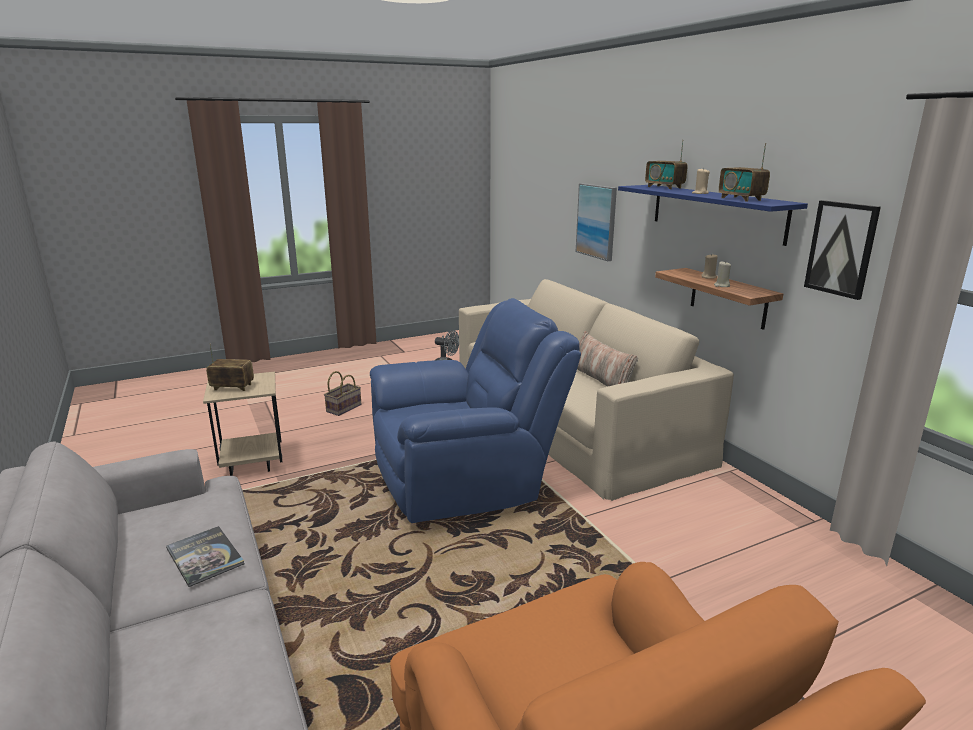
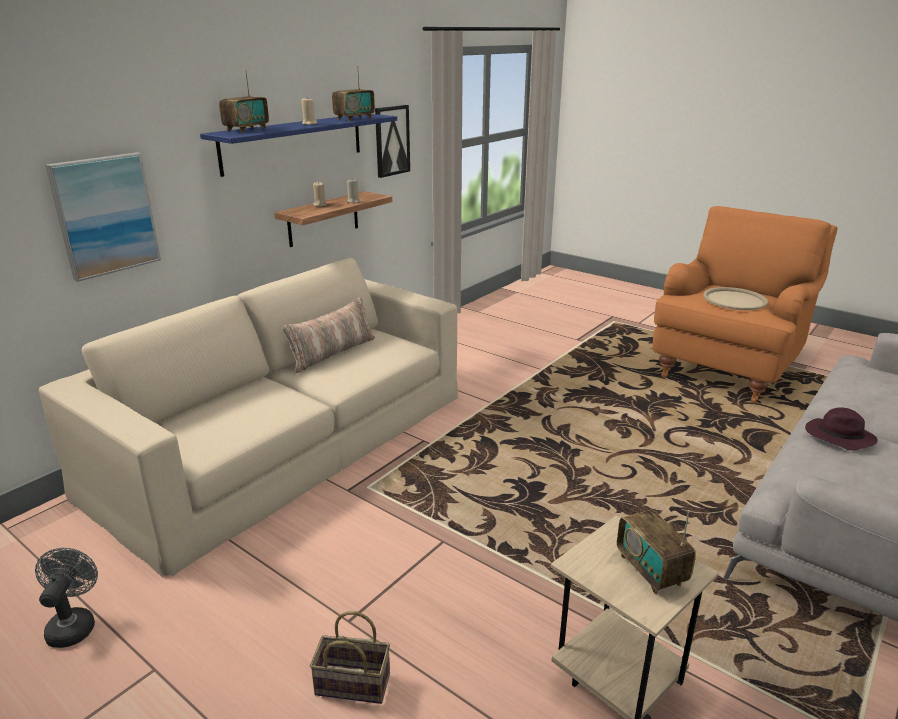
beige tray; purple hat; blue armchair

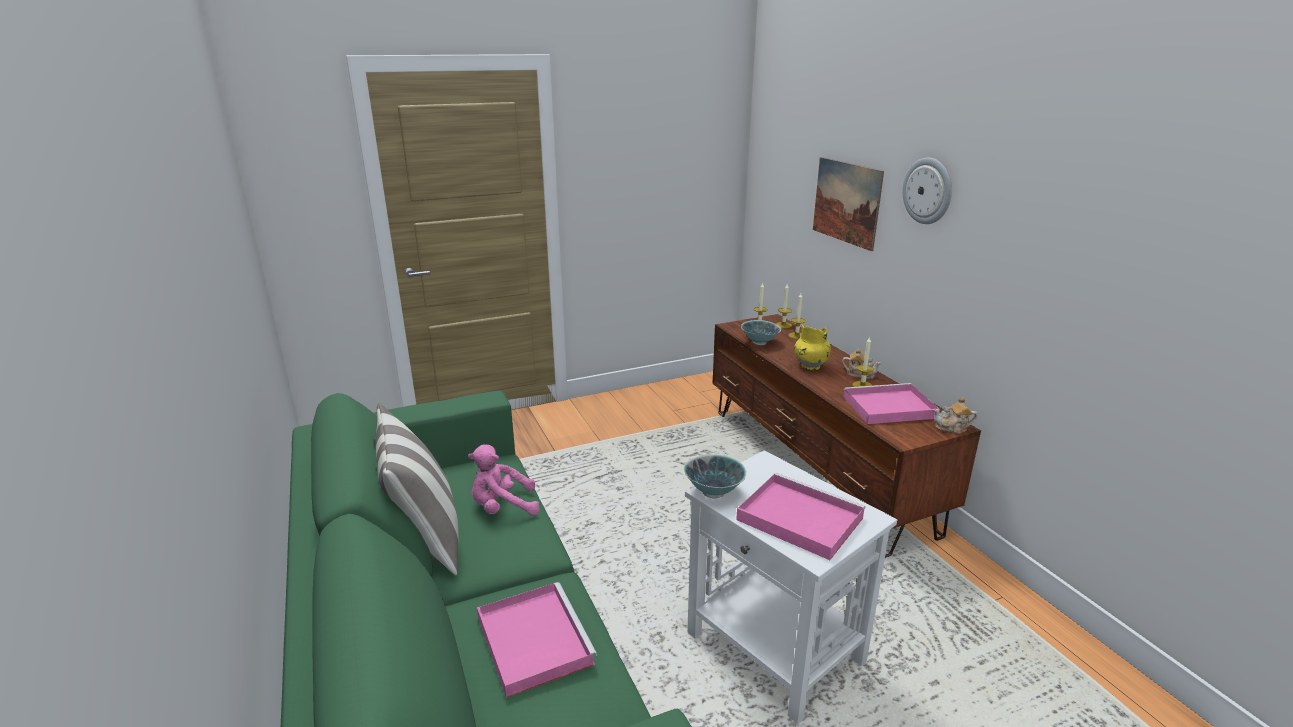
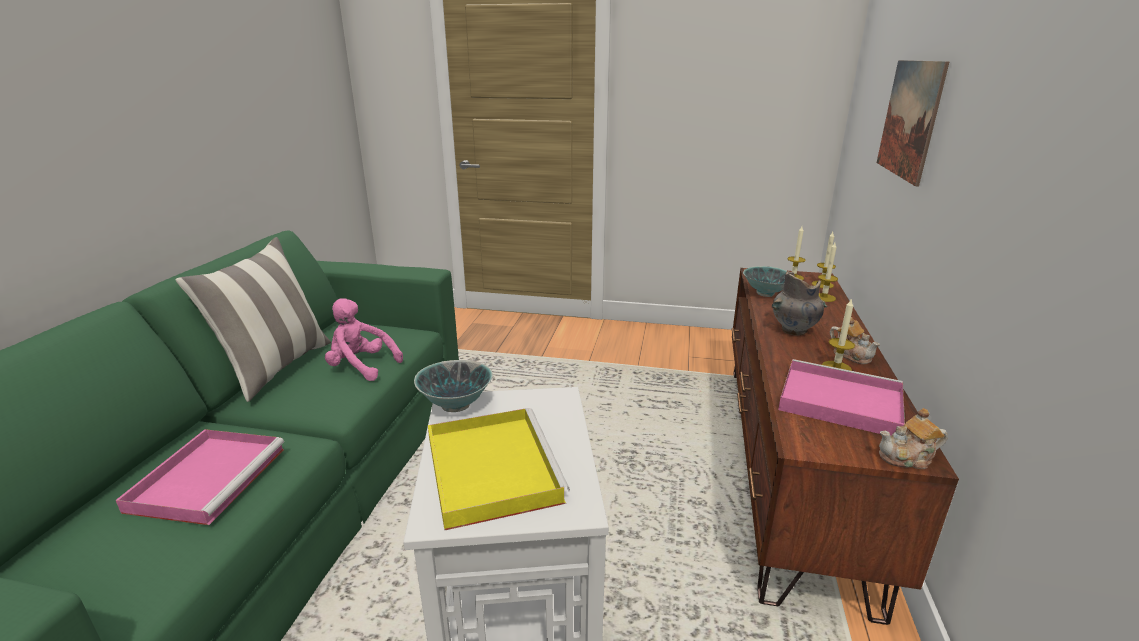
yellow tray; grey vase; teapot (no. 2 from left); wall clock

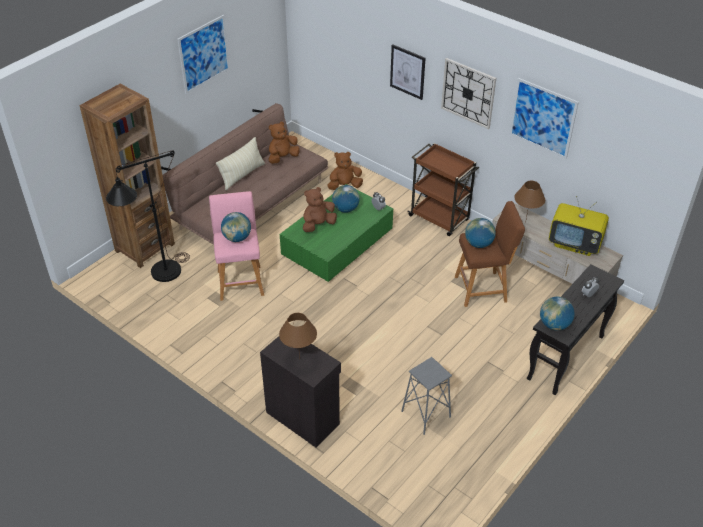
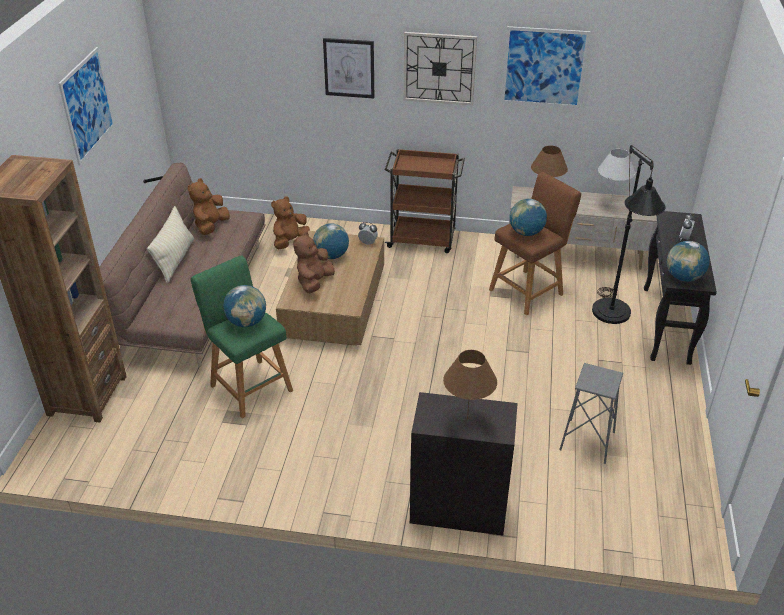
green stool; brown coffee table; black floor lamp; white table lamp

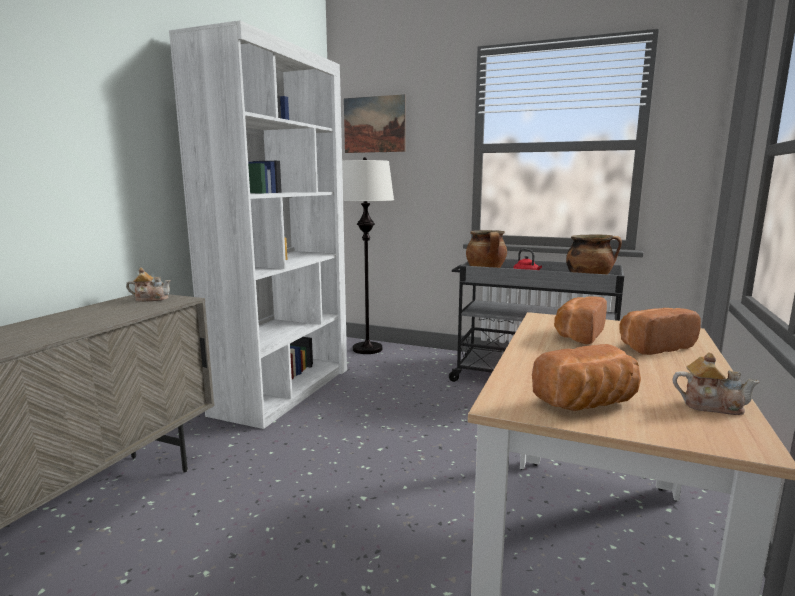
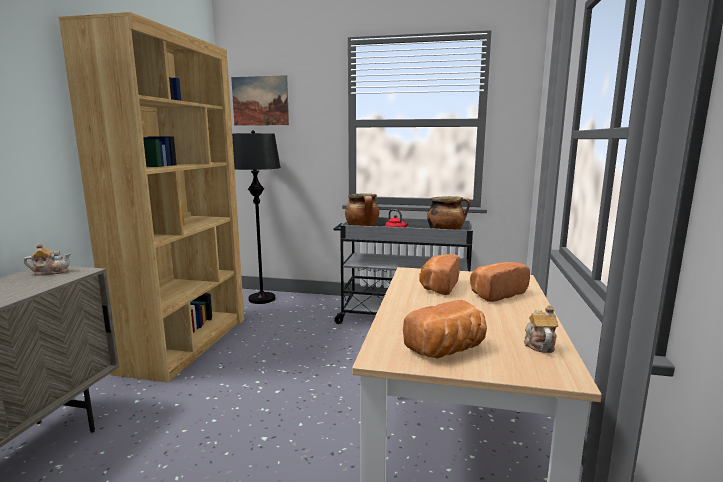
brown bookcase; black floor lamp; teapot (no. 2 from left)

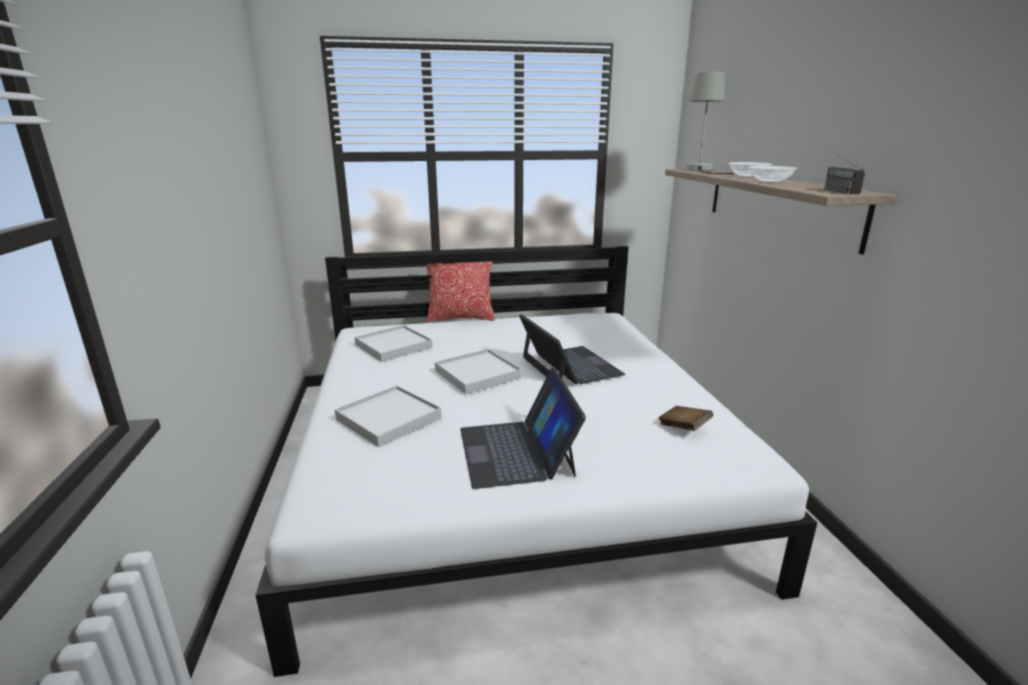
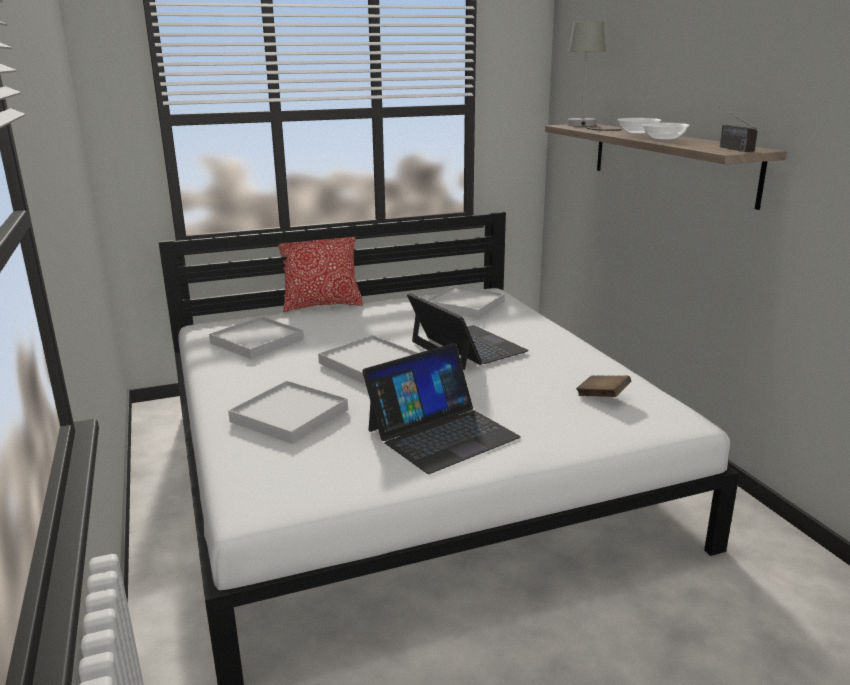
laptop (no. 1 from left); white tray (no. 4 from left)

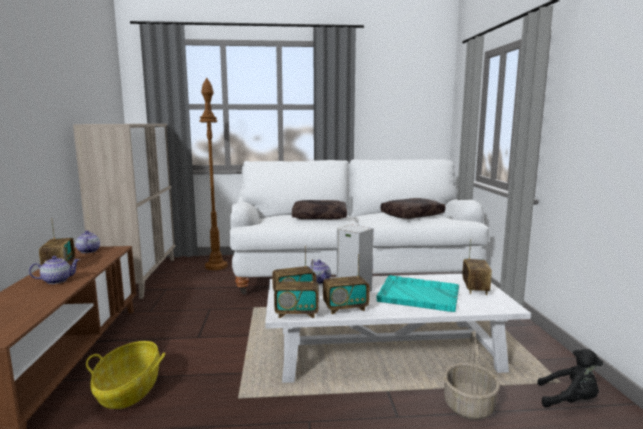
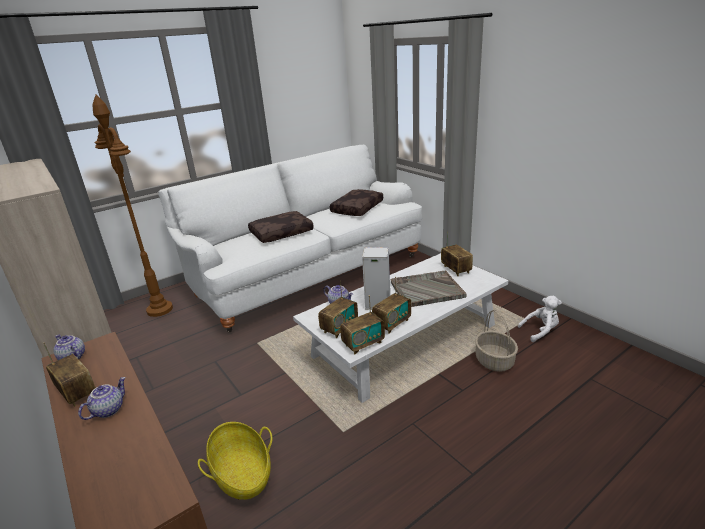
grey tray; white plush toy

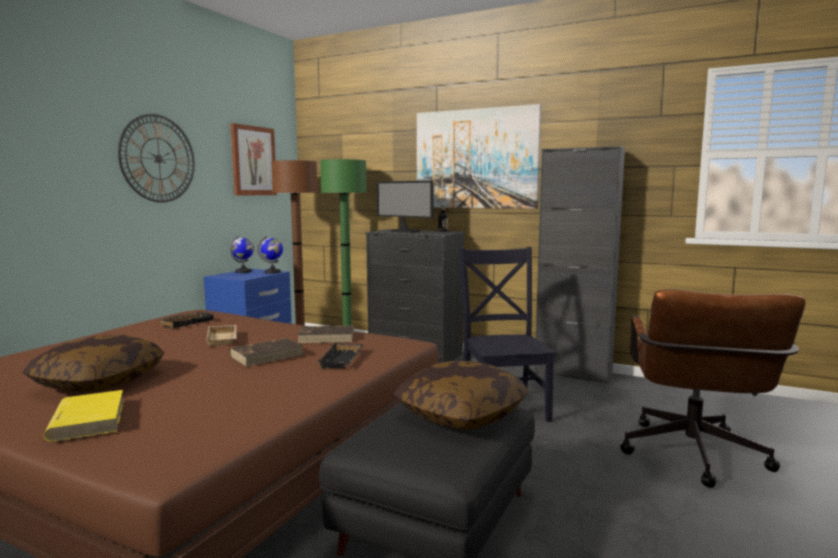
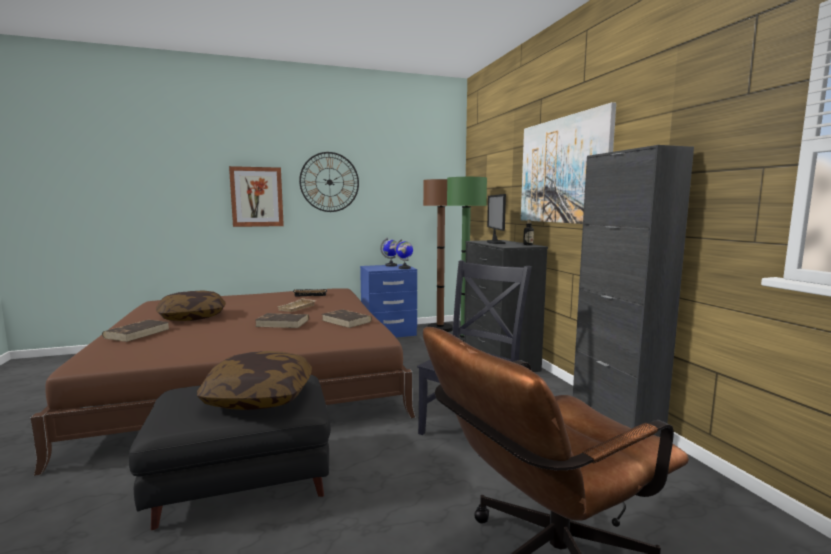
brown book (no. 1 from left); picture (no. 1 from left); black tray (no. 2 from left in the first image)

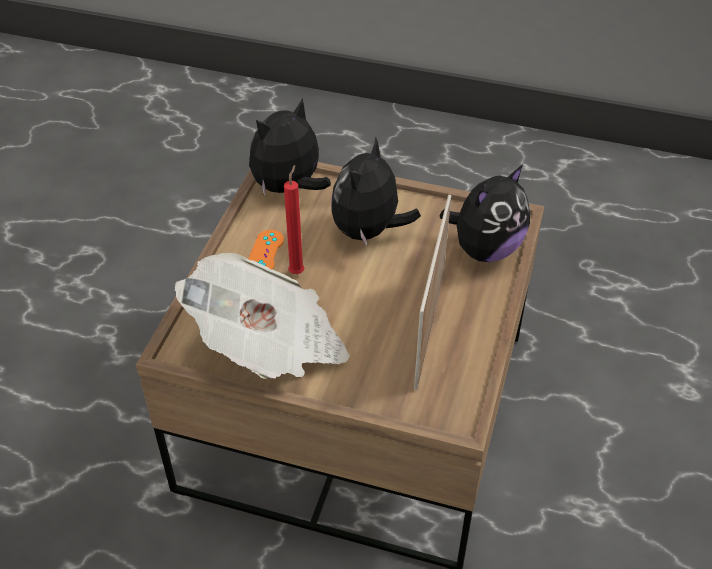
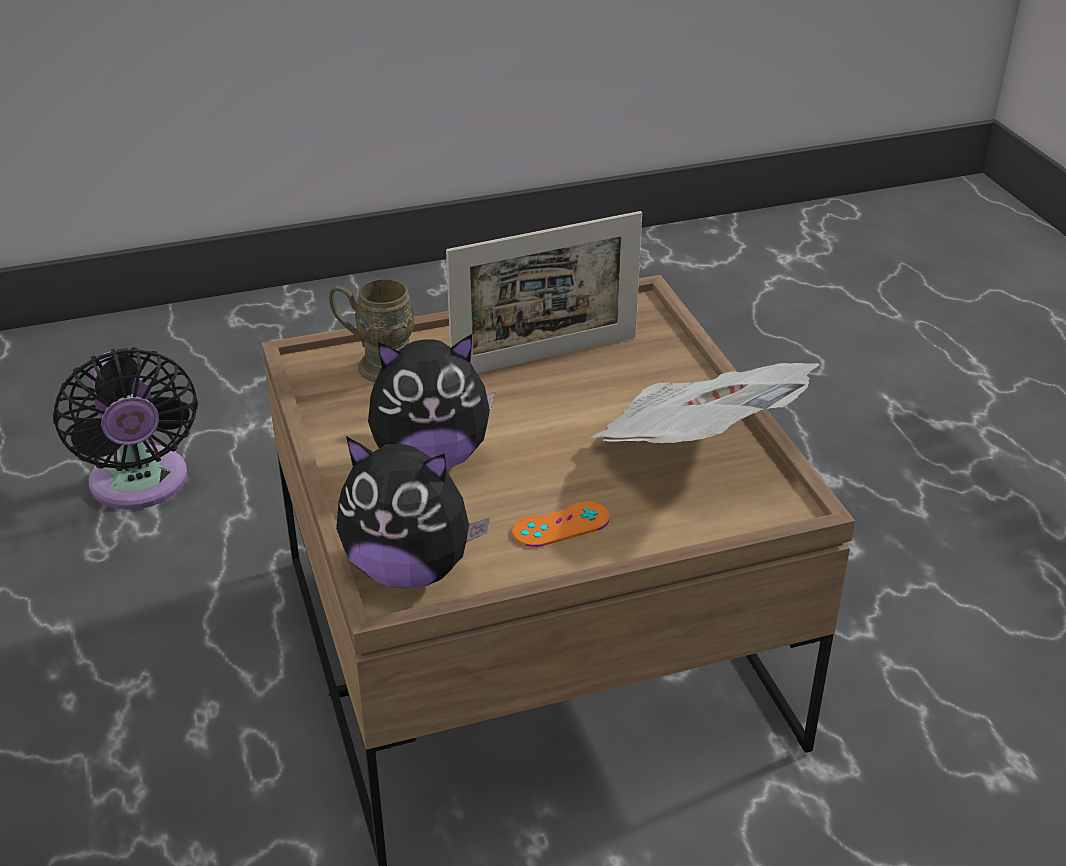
black fan; brown mug; red candle

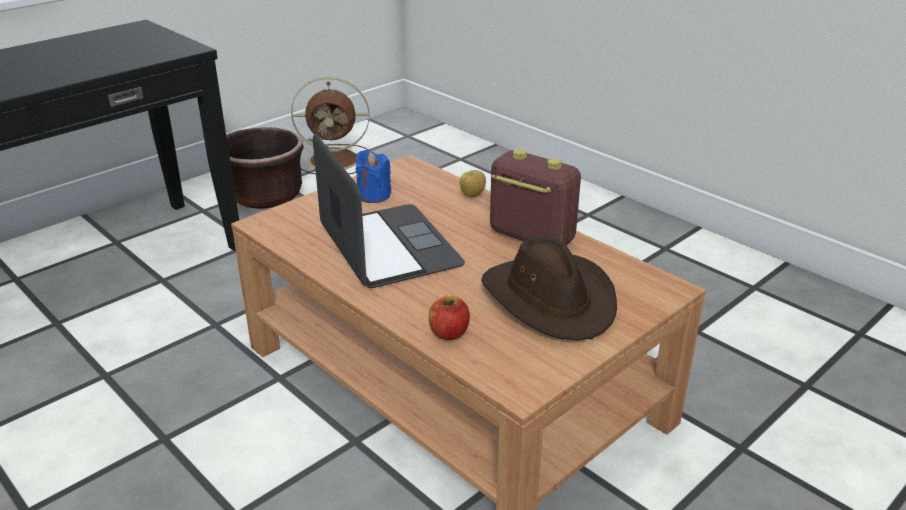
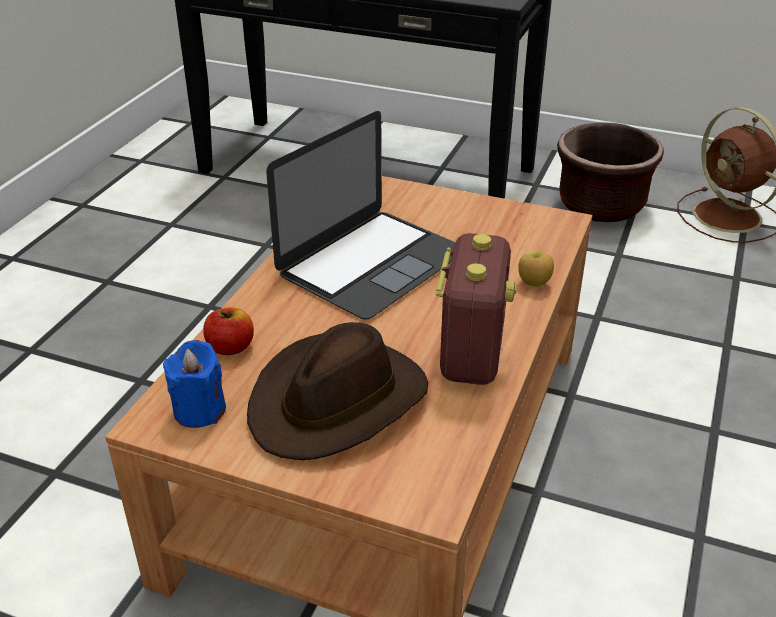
blue candle

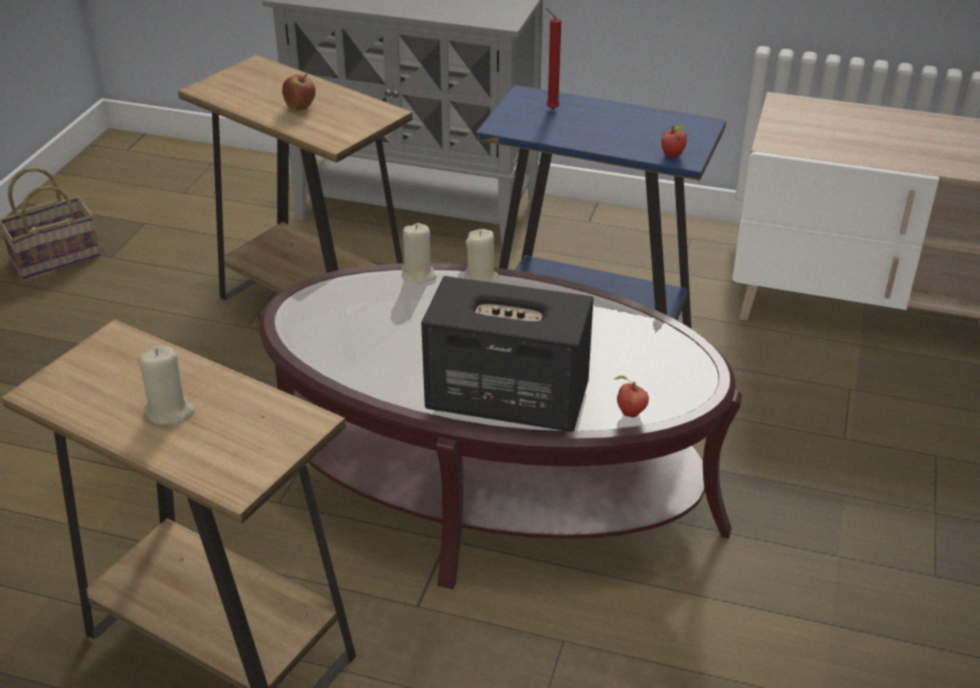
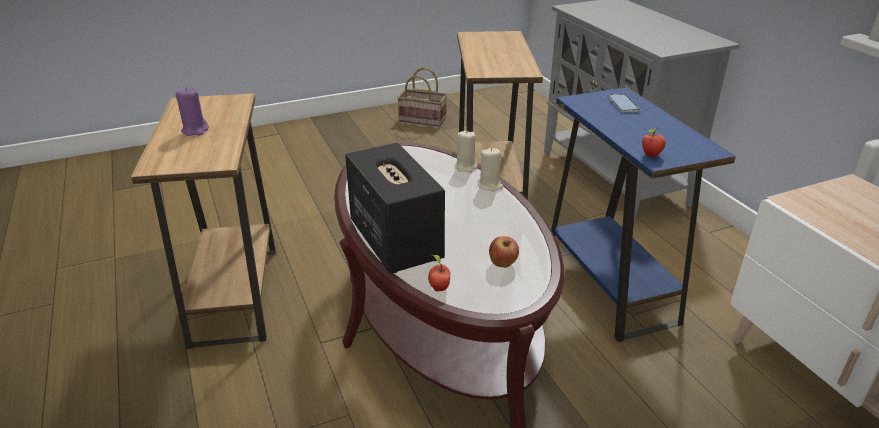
purple candle; apple (no. 2 from left); phone

